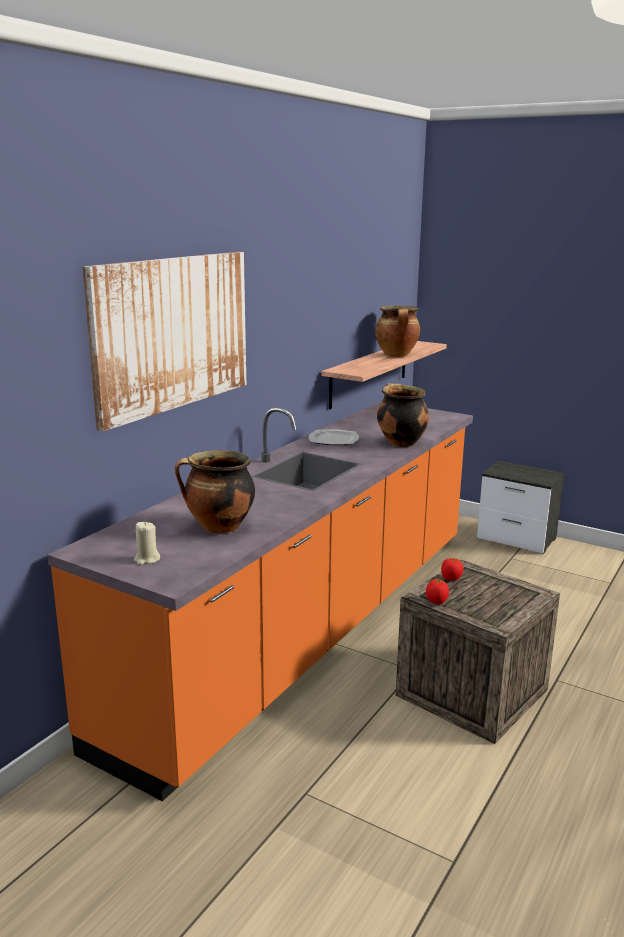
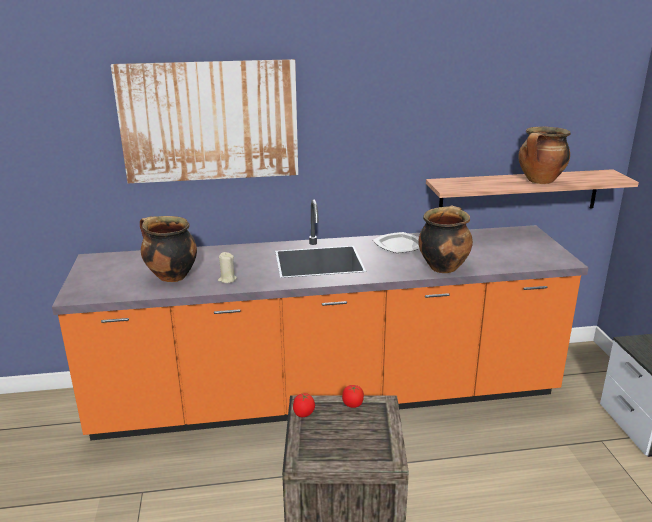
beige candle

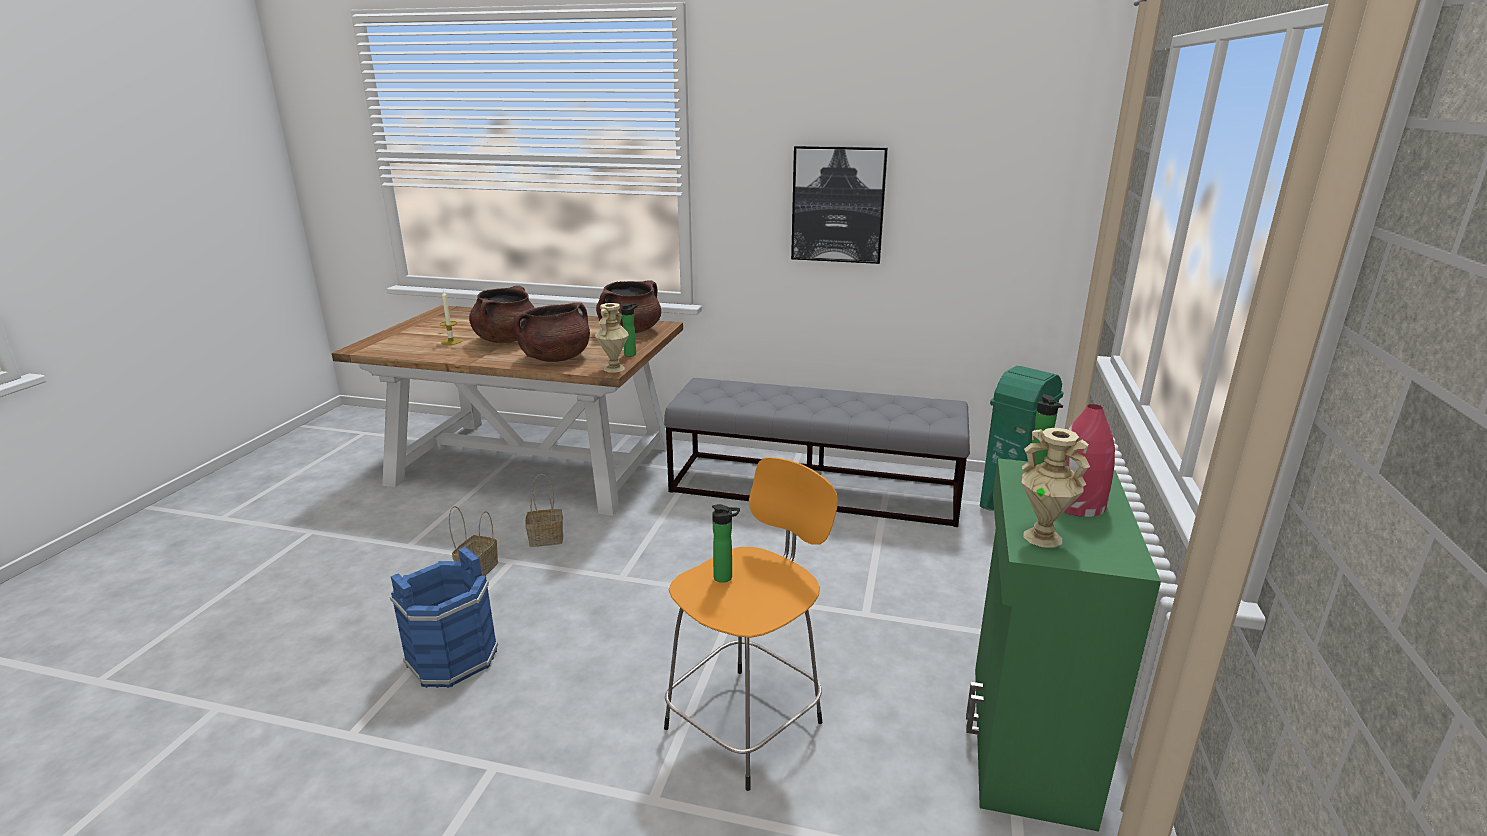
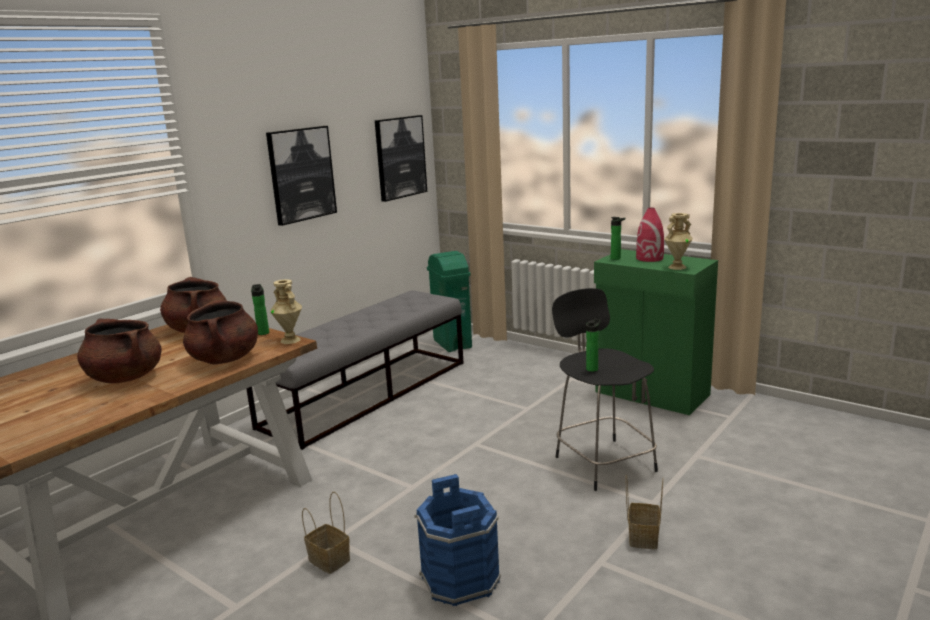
picture (no. 2 from left); black stool; basket (no. 2 from left); candle

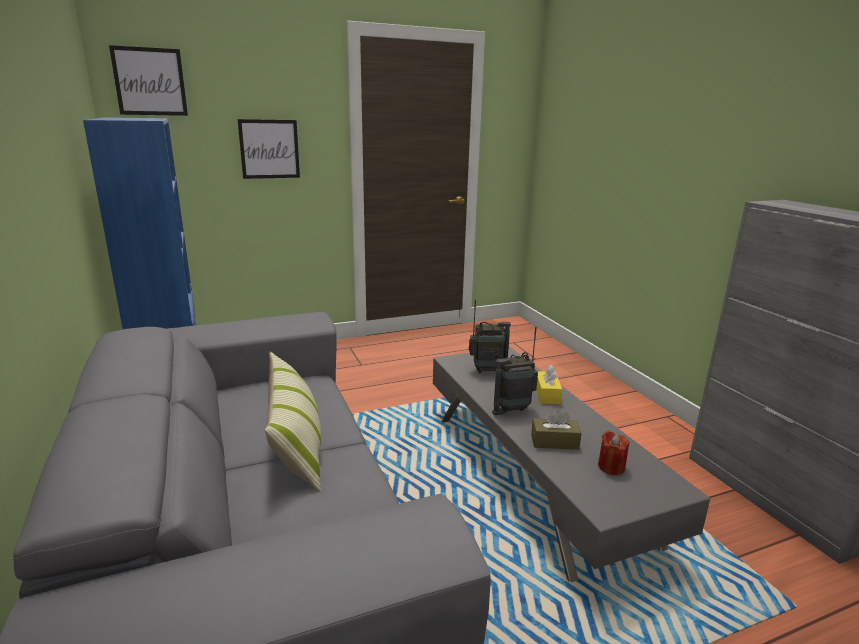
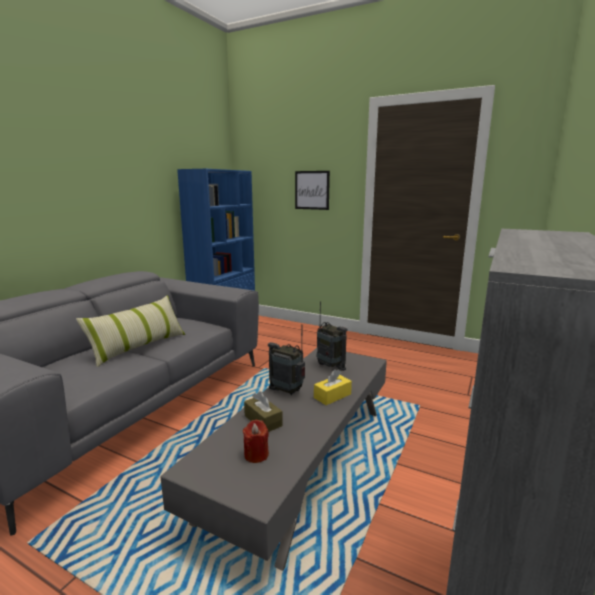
picture (no. 1 from left in the first image)

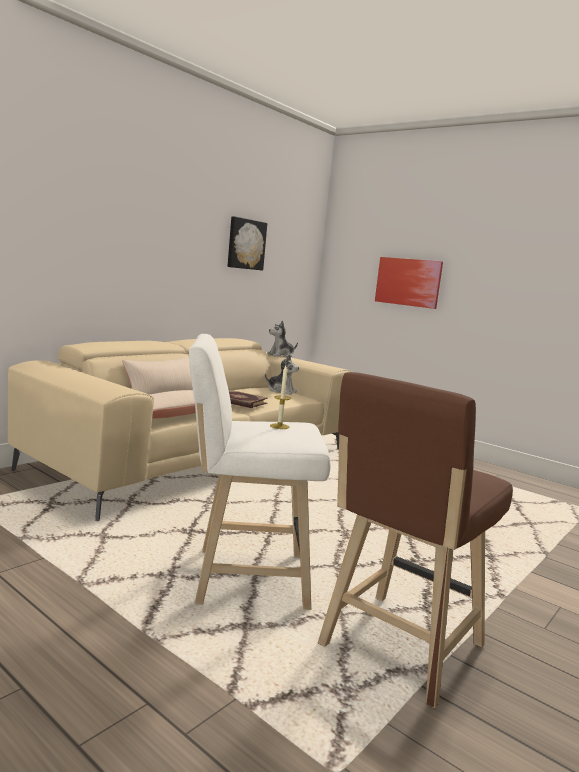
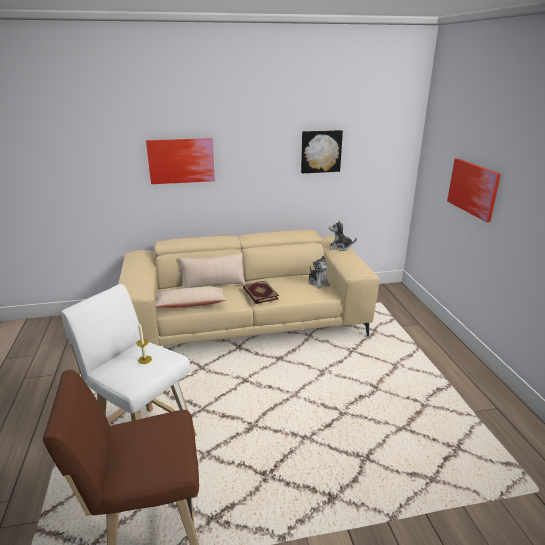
picture (no. 1 from left)

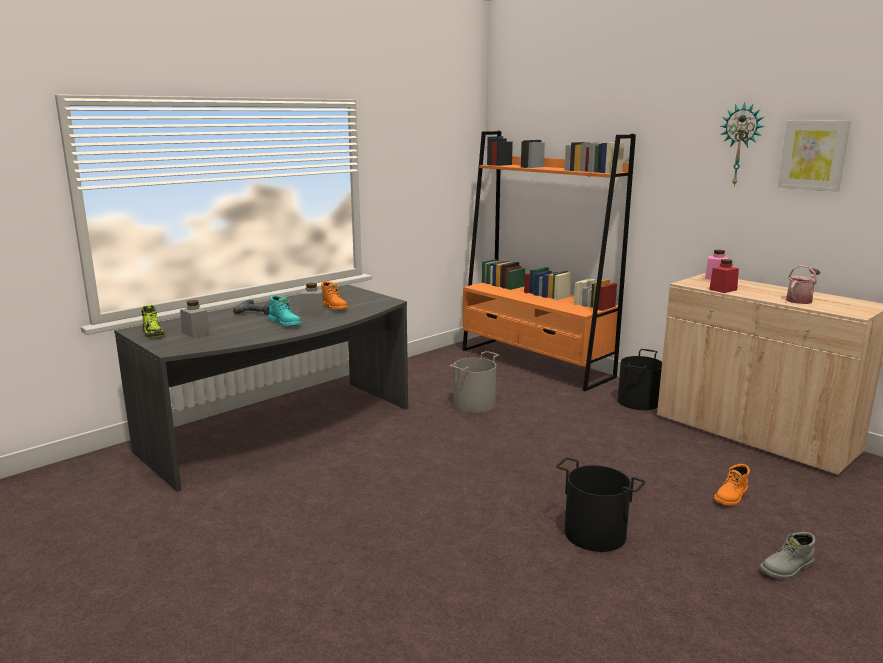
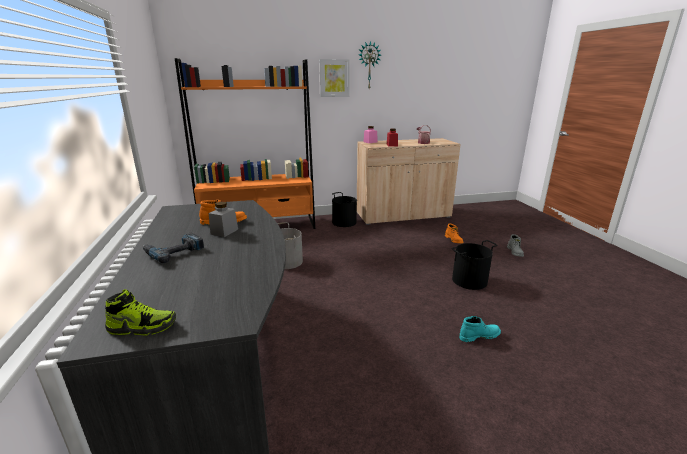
picture; turquoise boot; grey jar (no. 1 from left in the first image)

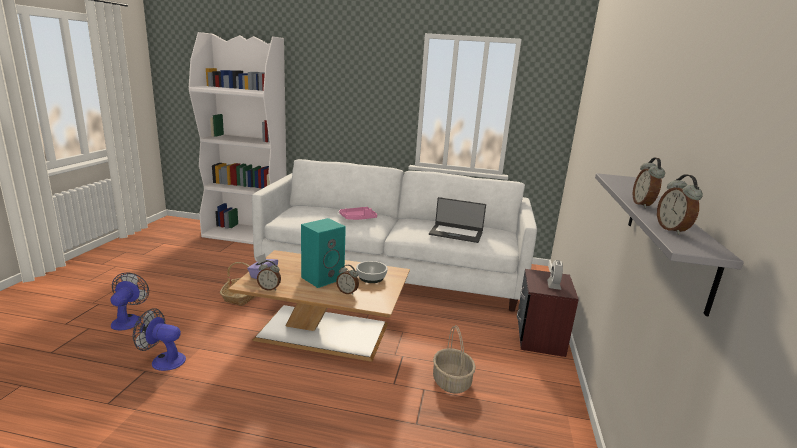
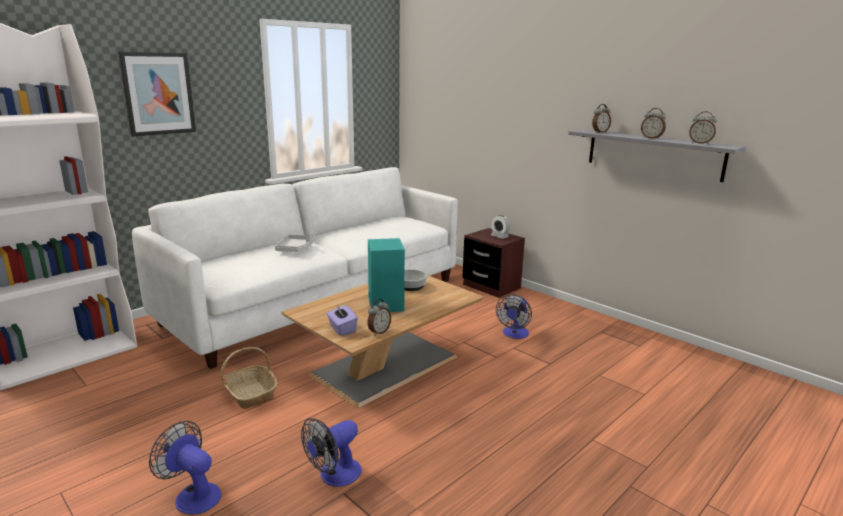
picture; grey tray; fan (no. 3 from left); alarm clock (no. 3 from left); laptop

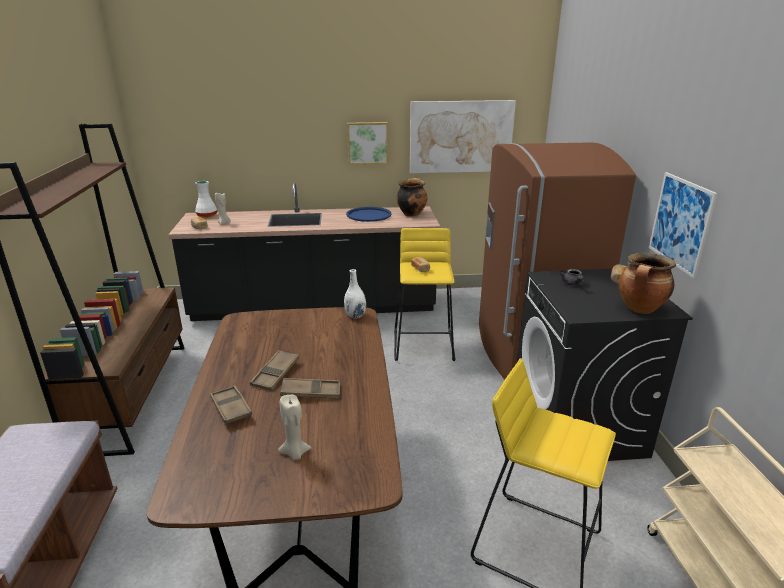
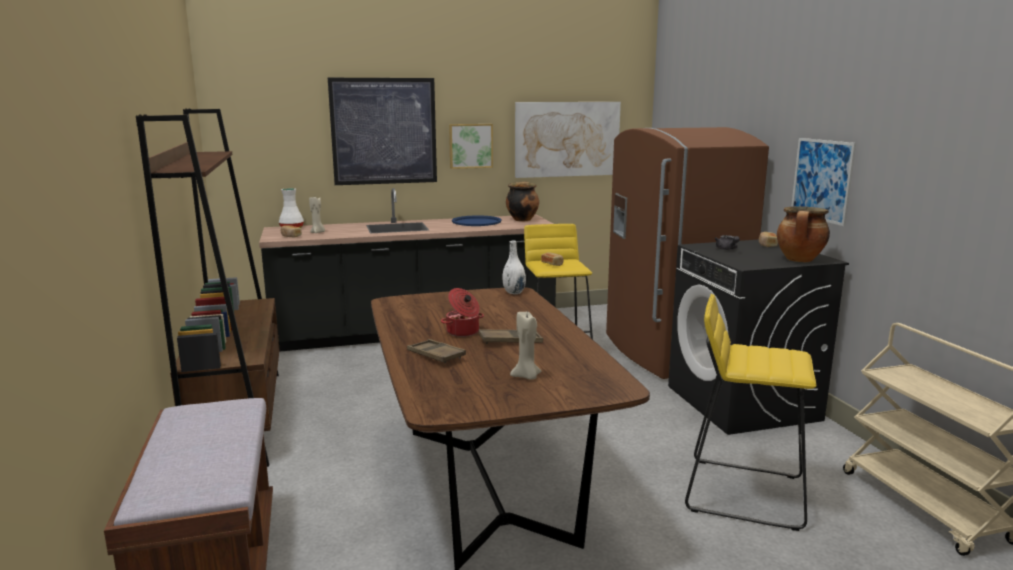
picture (no. 1 from left); cooking pot (no. 1 from left)

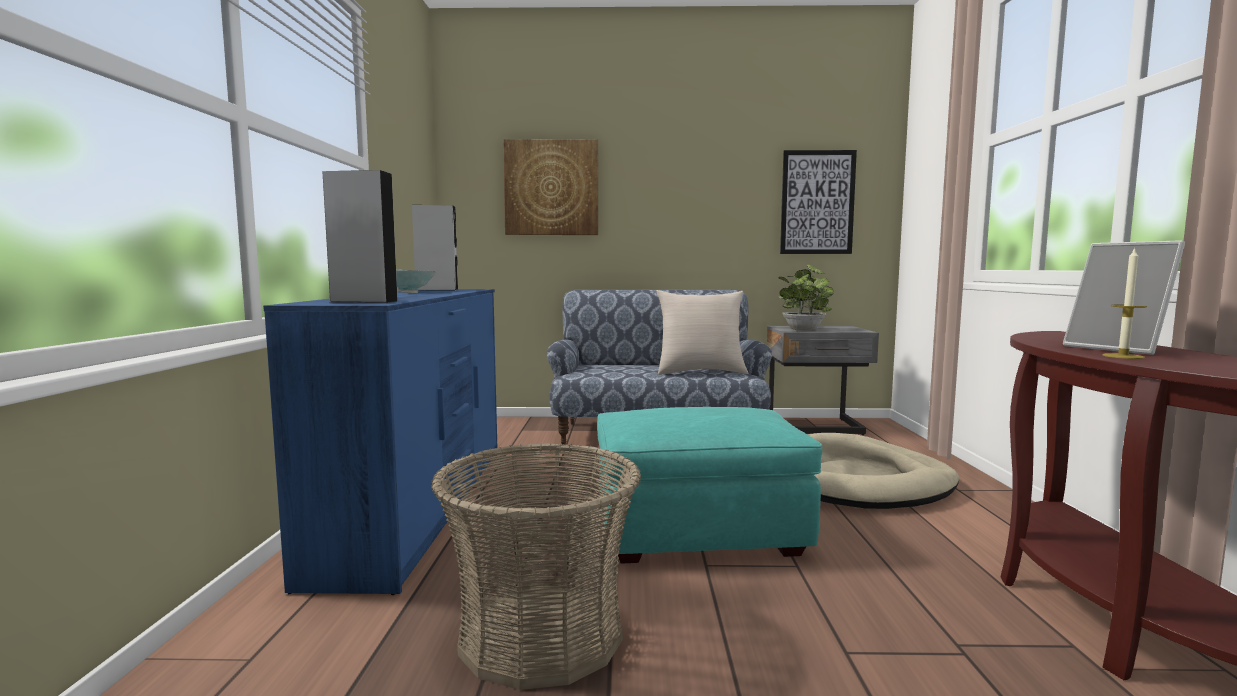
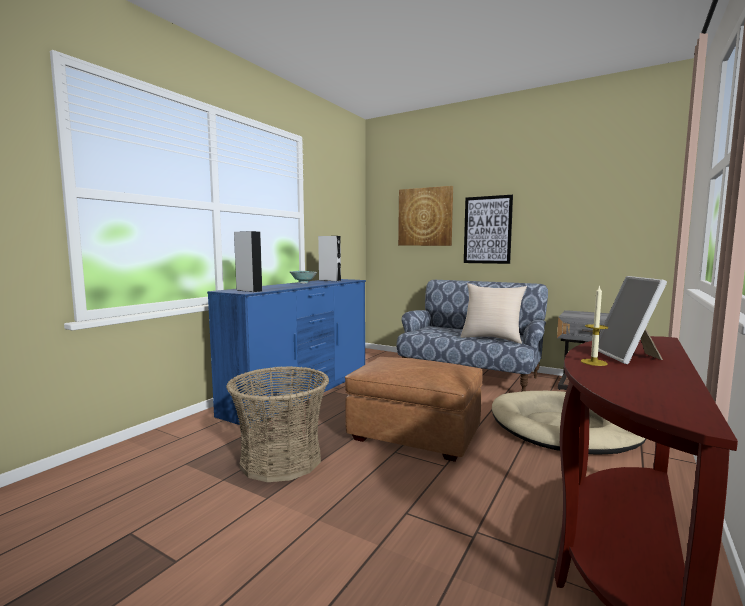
brown ottoman; picture (no. 2 from left); potted plant

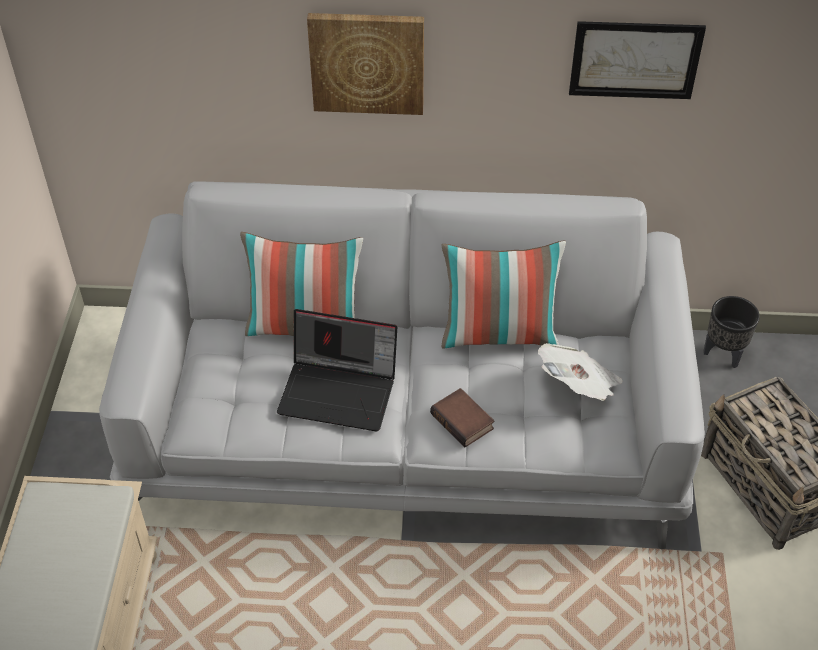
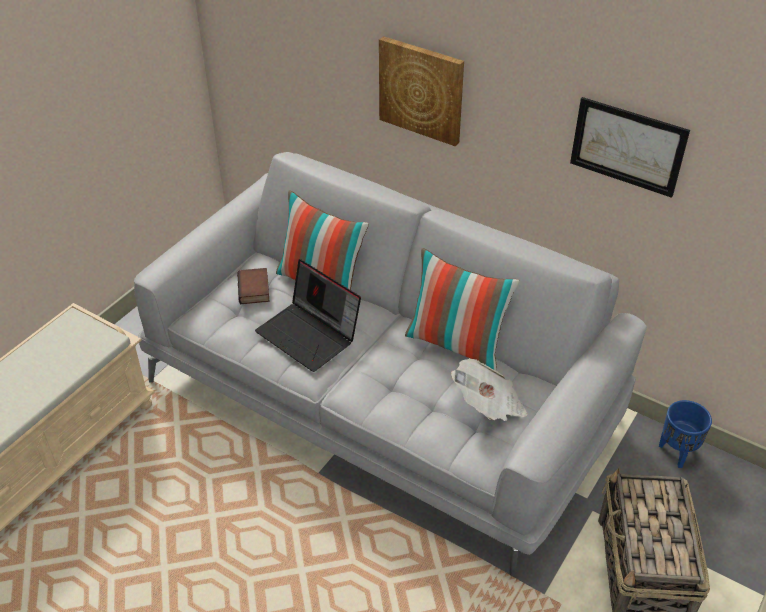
book; blue planter

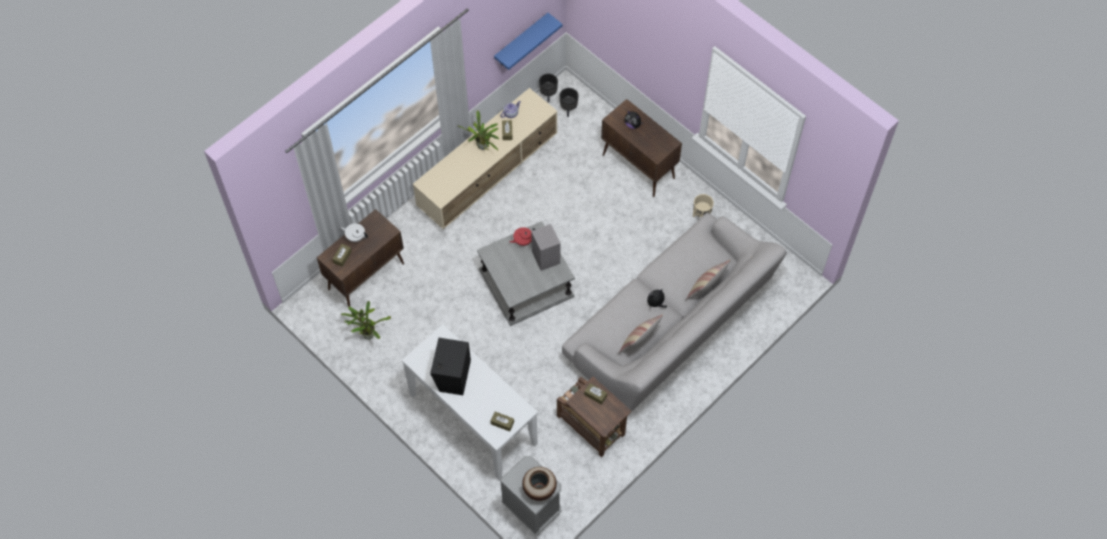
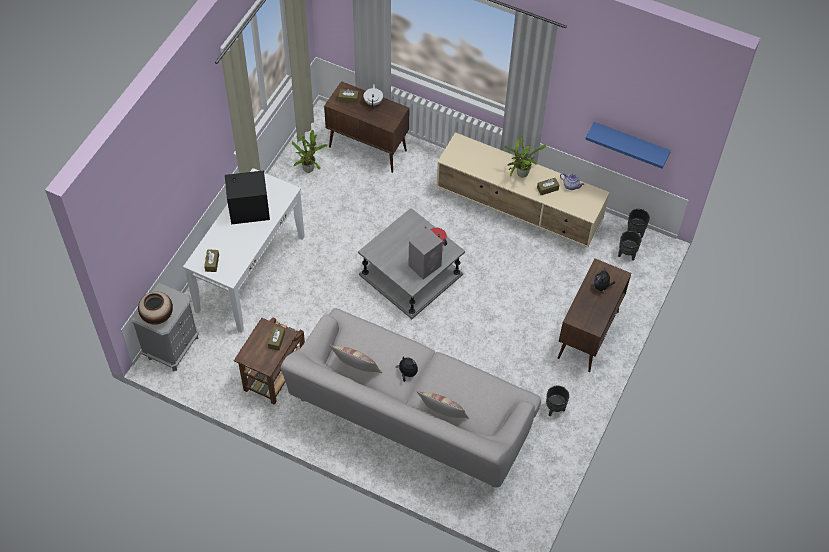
black planter (no. 1 from left)

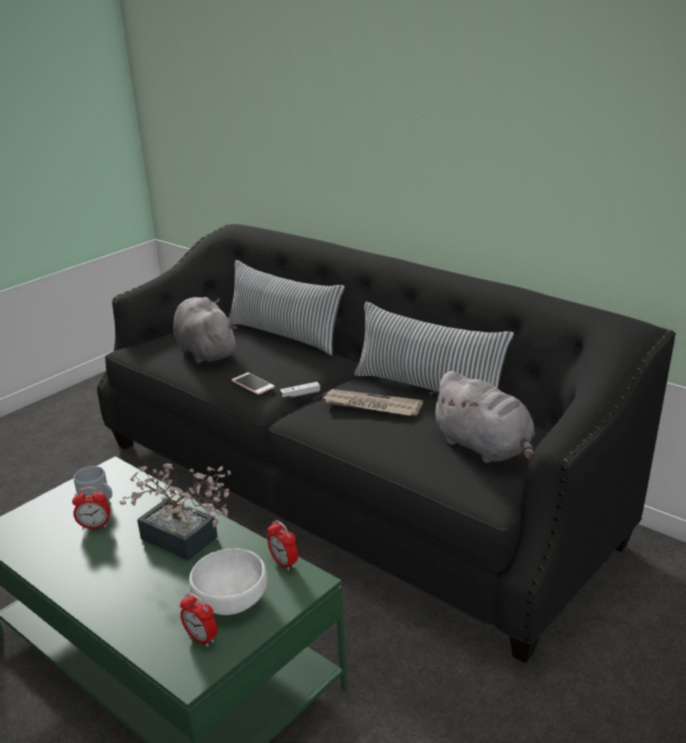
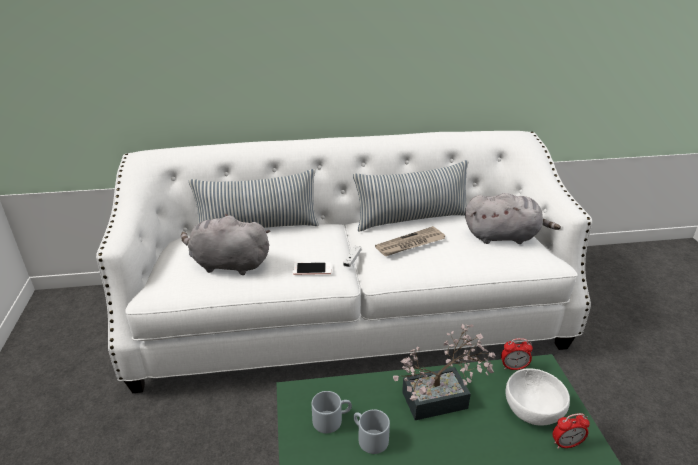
white sofa; grey mug (no. 2 from left)

